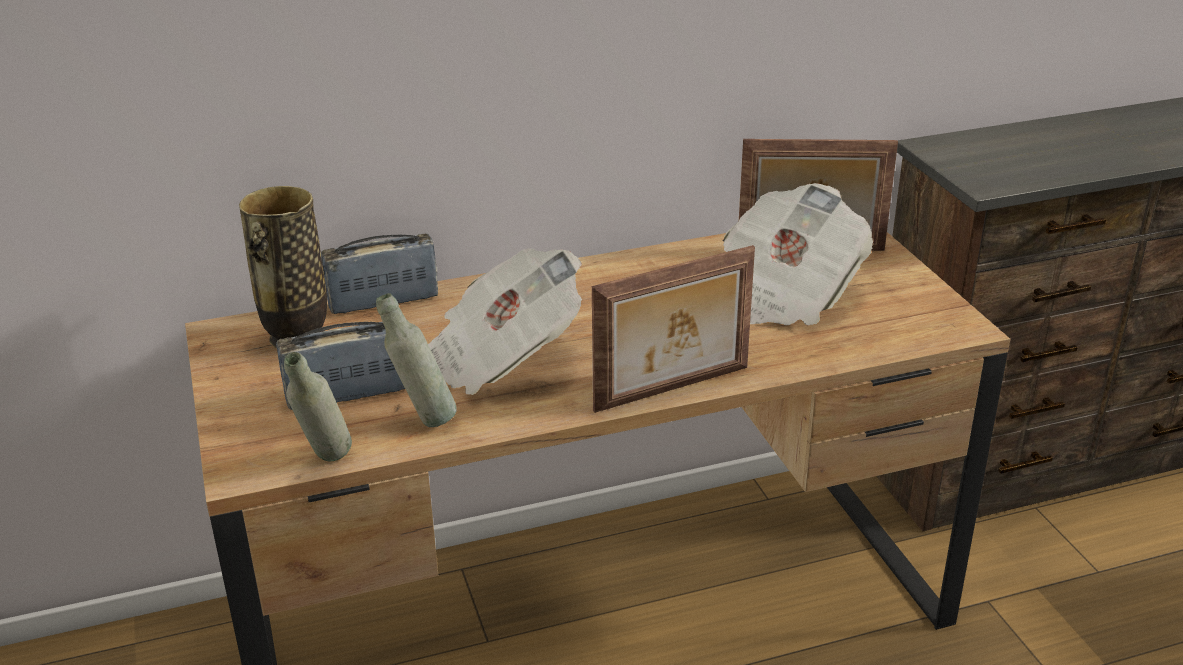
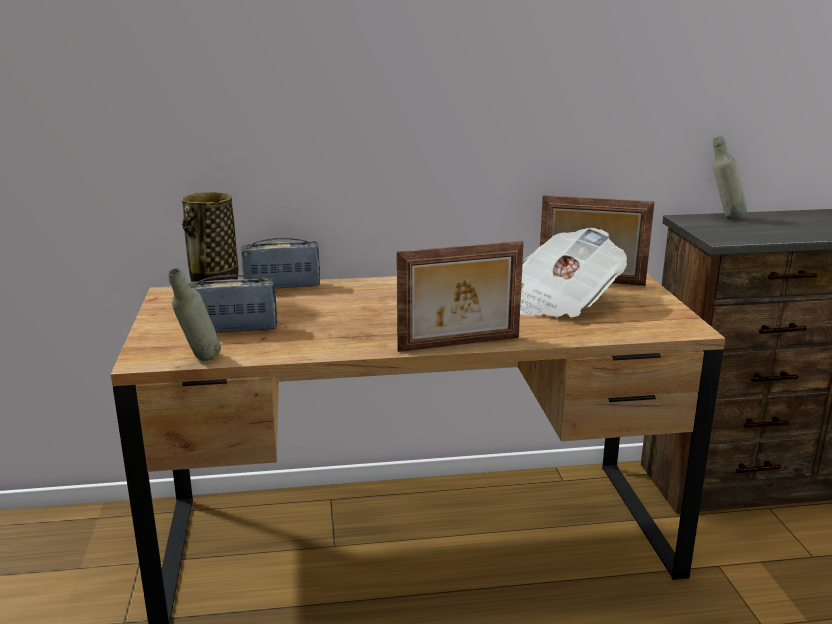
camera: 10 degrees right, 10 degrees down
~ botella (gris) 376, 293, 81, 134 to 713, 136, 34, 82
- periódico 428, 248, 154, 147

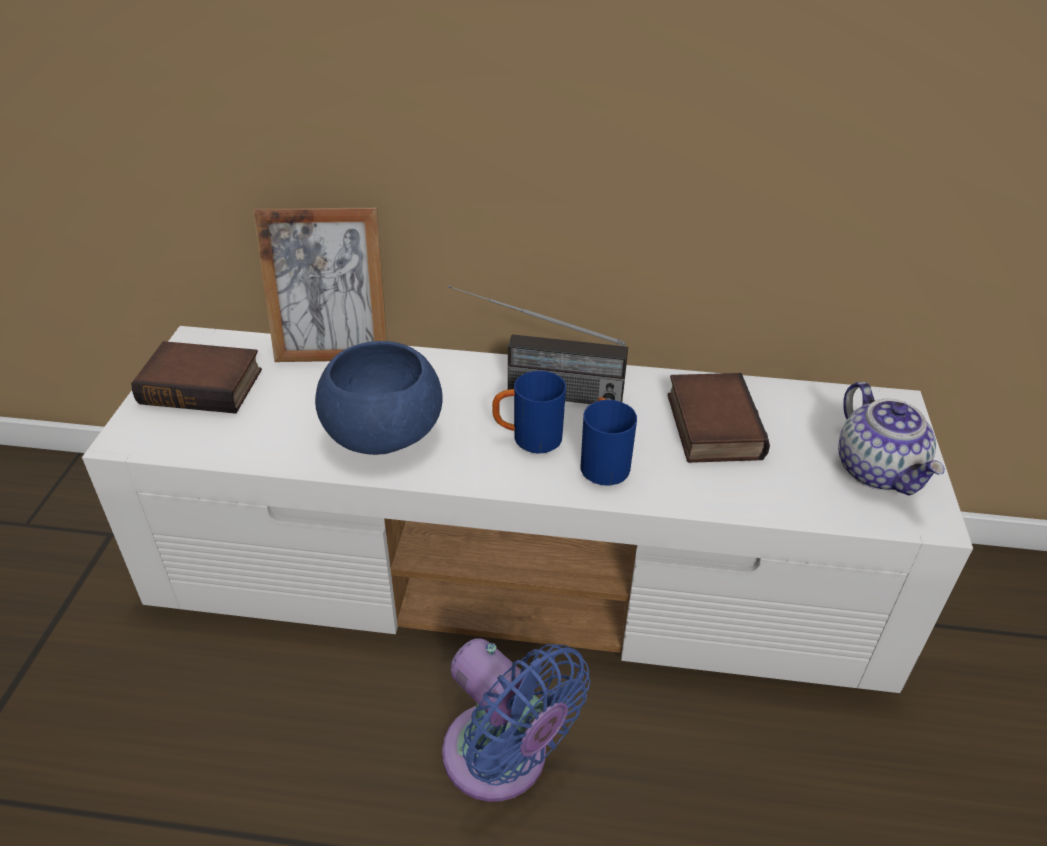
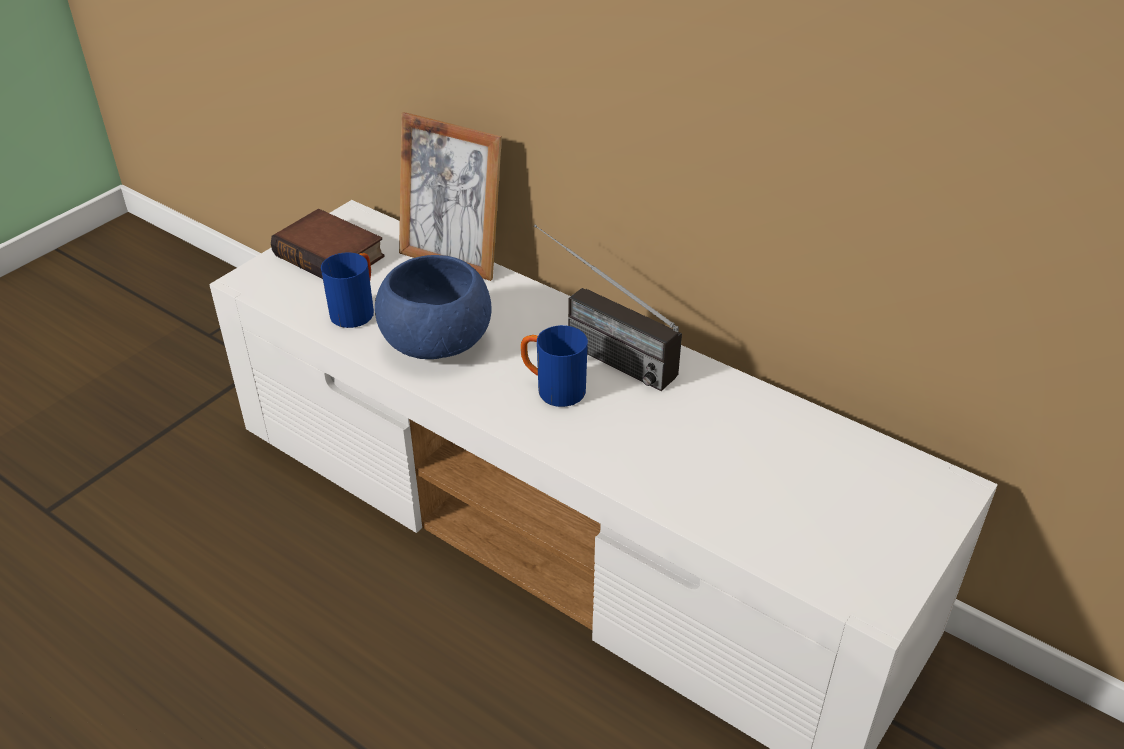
camera: 30 degrees right, 0 degrees up
~ taza grande (azul) 580, 397, 57, 88 to 321, 252, 53, 76
- ventilador (azul) 442, 639, 148, 163
- libro 668, 373, 102, 90
- tetera 838, 382, 107, 114

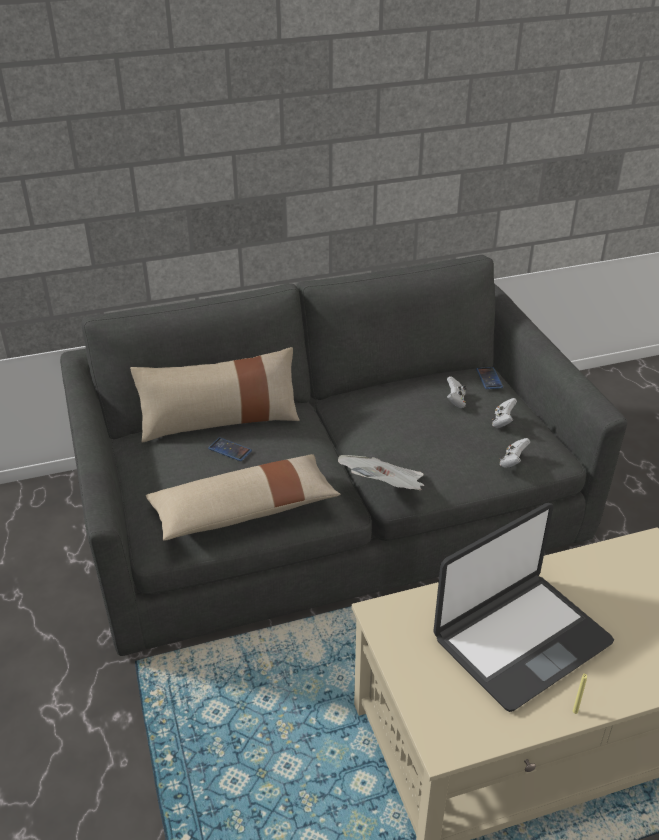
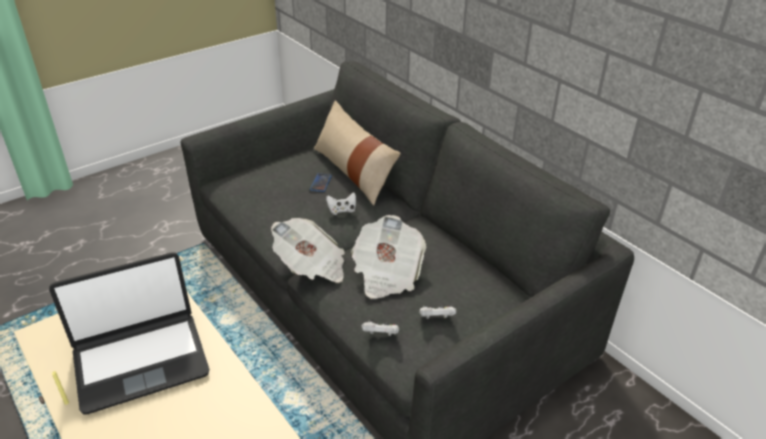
camera: 70 degrees right, 0 degrees up
~ portátil 433, 503, 181, 209 = 49, 252, 160, 162 60 degrees counterclockwise
~ mando de consola (blanco) 447, 376, 19, 32 to 326, 192, 30, 23
+ periódico 351, 215, 75, 84
- cojín (beis) 146, 454, 194, 87
- móvil 476, 367, 27, 22

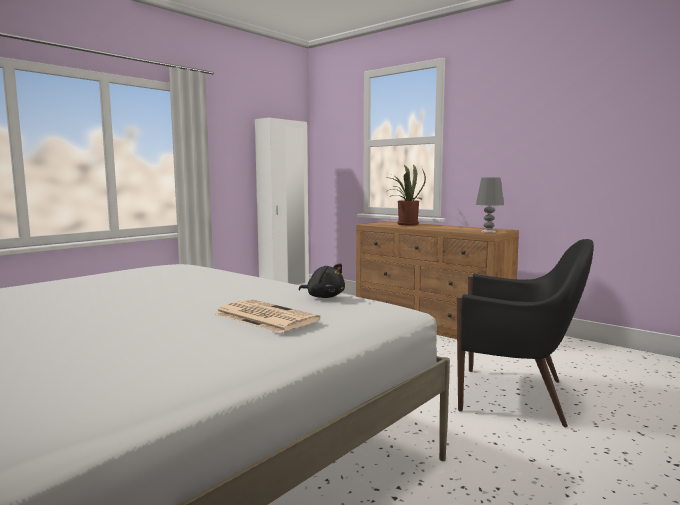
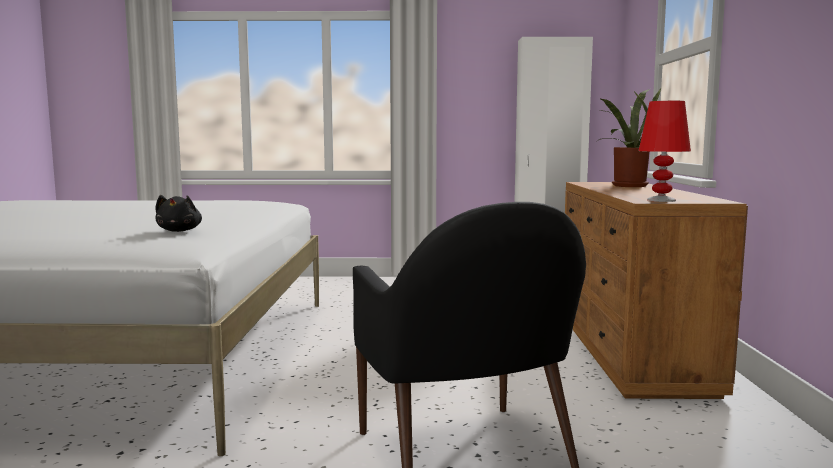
camera: 50 degrees right, 0 degrees up
~ lámpara de mesa (gris) 476, 177, 28, 56 to lámpara de mesa (rojo) 639, 101, 52, 101
- periódico 215, 299, 105, 34

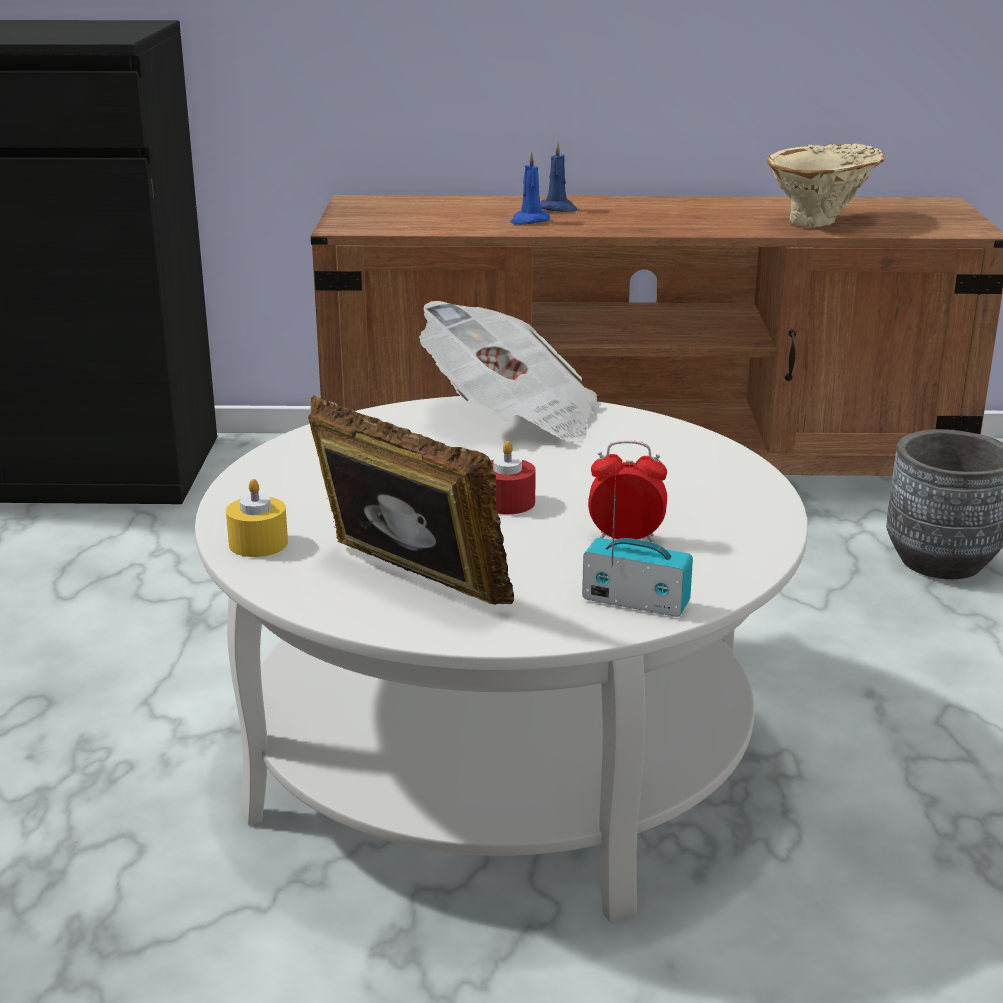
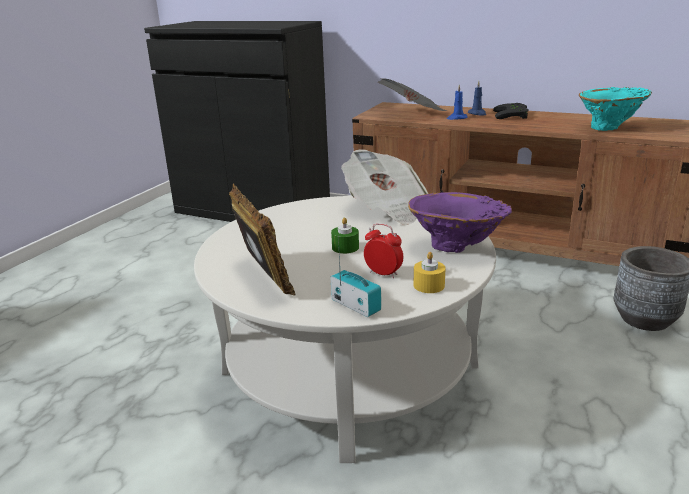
camera: 25 degrees right, 0 degrees up
~ vela (rojo) 491, 441, 45, 73 to vela (verde) 331, 218, 28, 36
+ periódico 378, 78, 69, 33
+ florero (morado) 408, 192, 104, 61
~ vela (amarillo) 226, 479, 62, 78 to 414, 252, 32, 41
+ mando de consola (negro) 493, 103, 36, 16
~ florero (beis) 767, 144, 118, 84 to florero (turquesa) 579, 87, 73, 44

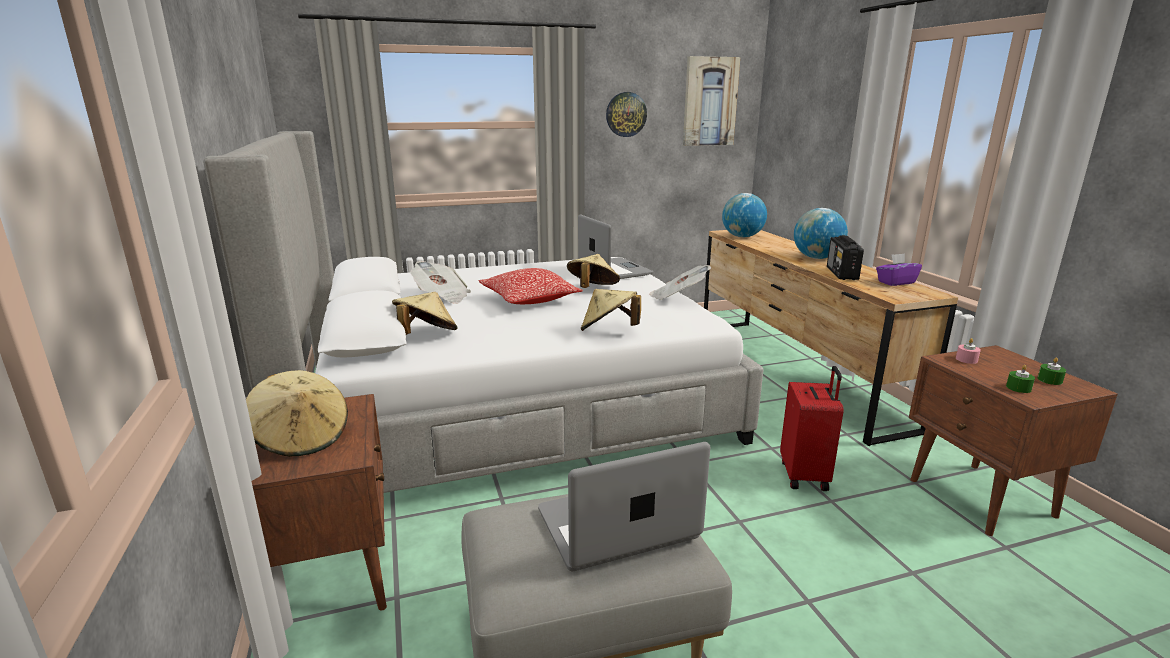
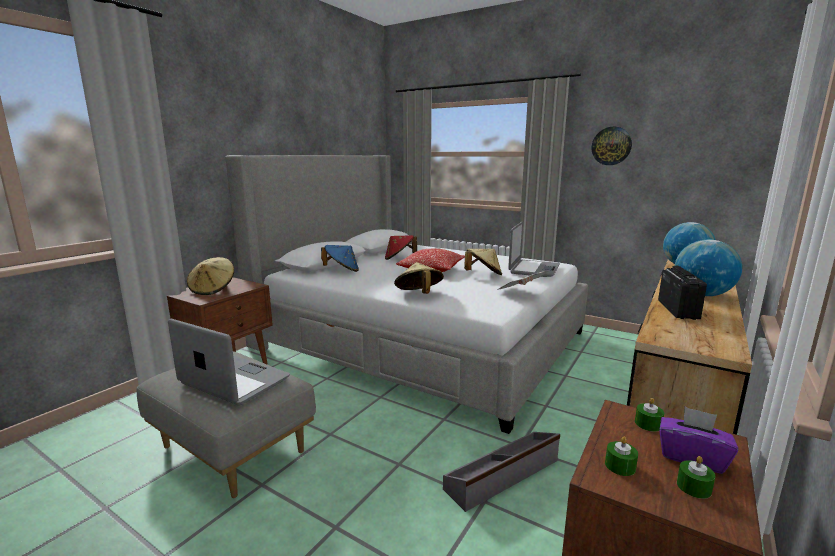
camera: 50 degrees right, 5 degrees down
~ sombrero (beis) 392, 292, 66, 43 to sombrero (azul) 321, 245, 38, 27
~ periódico 410, 261, 61, 43 to sombrero (rojo) 385, 235, 32, 25
~ maleta (rojo) 780, 366, 64, 125 to caja de almacenaje (gris) 443, 432, 117, 80
~ vela (rosa) 956, 338, 25, 26 to vela (verde) 635, 398, 29, 34
~ radio 827, 235, 37, 45 = 658, 266, 49, 54 135 degrees clockwise
~ caja de pañuelos (morado) 876, 253, 46, 33 to 659, 406, 79, 68
- cuadro 683, 56, 57, 90

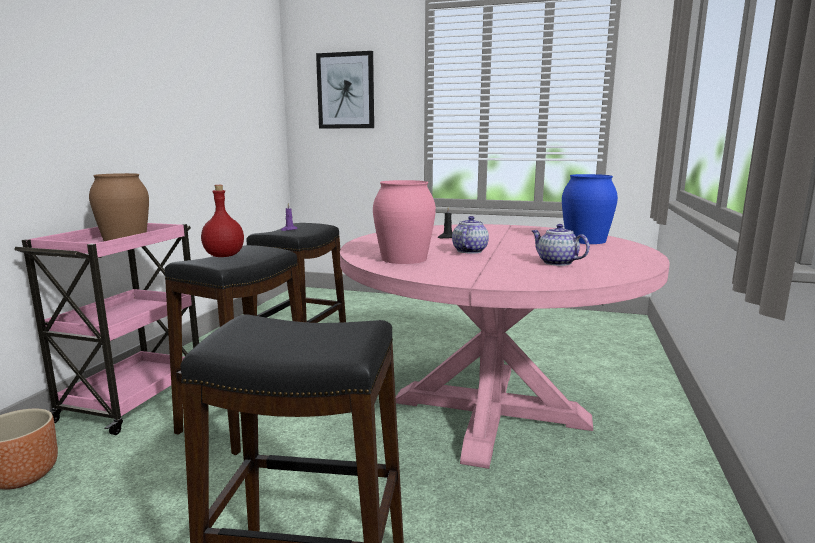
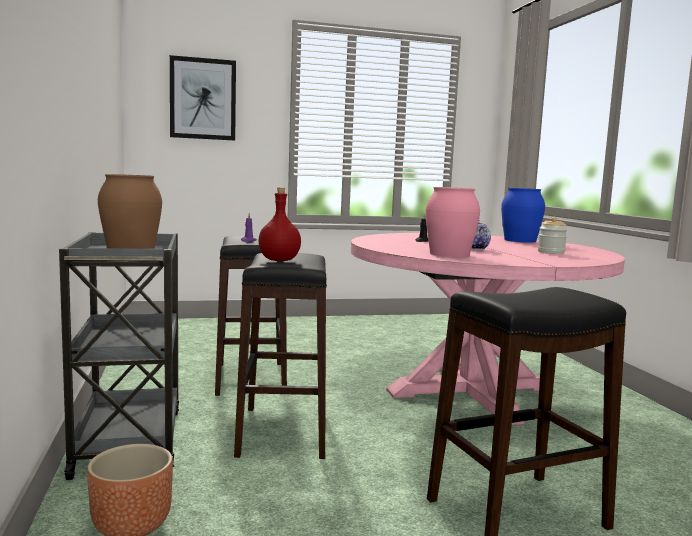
camera: 30 degrees left, 5 degrees down
~ carrito (rosa) 14, 223, 185, 212 to carrito (gris) 59, 232, 120, 248
~ tetera 531, 224, 59, 42 to tarro 538, 217, 29, 37

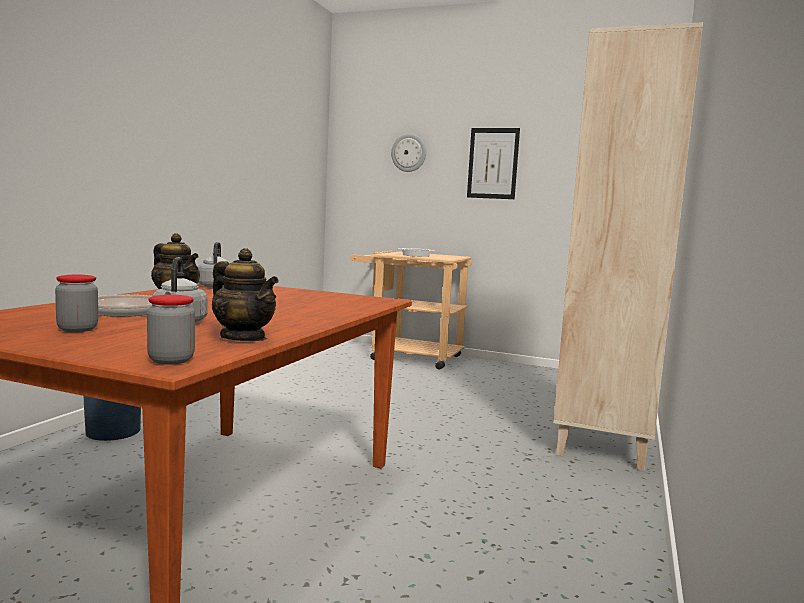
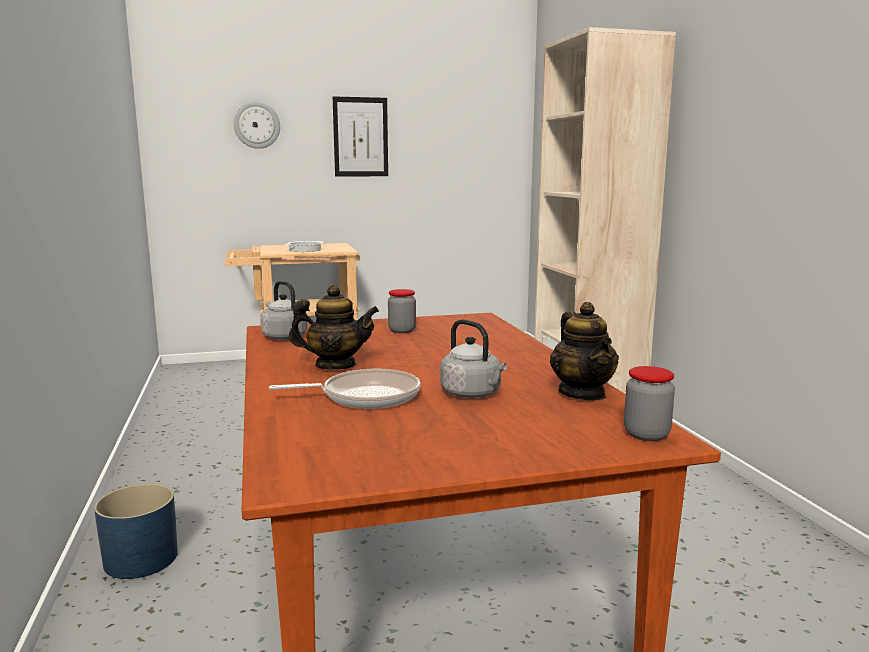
camera: 35 degrees left, 5 degrees up
~ tarro 55, 275, 43, 57 to 388, 289, 28, 44
~ tetera 212, 248, 67, 93 = 550, 302, 69, 98 75 degrees clockwise

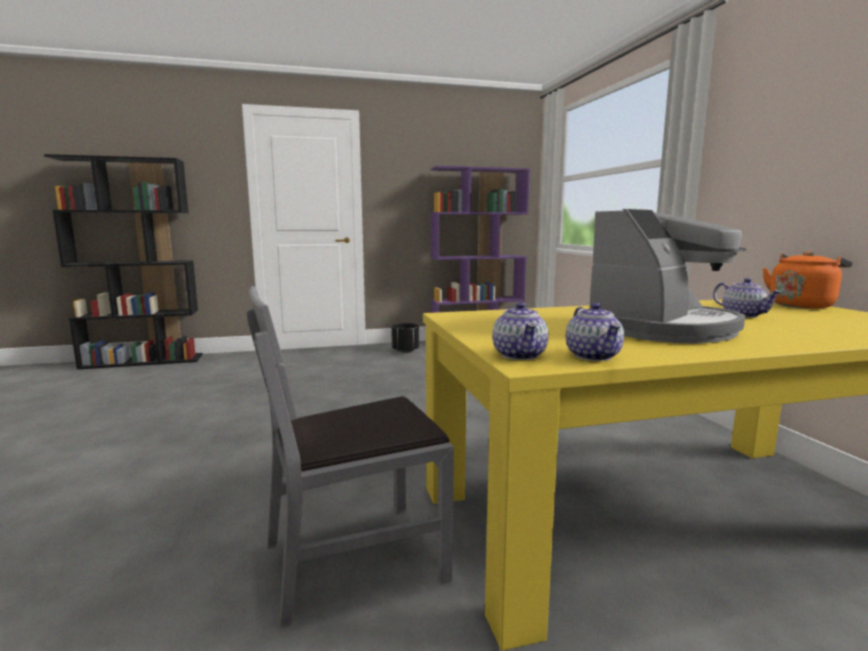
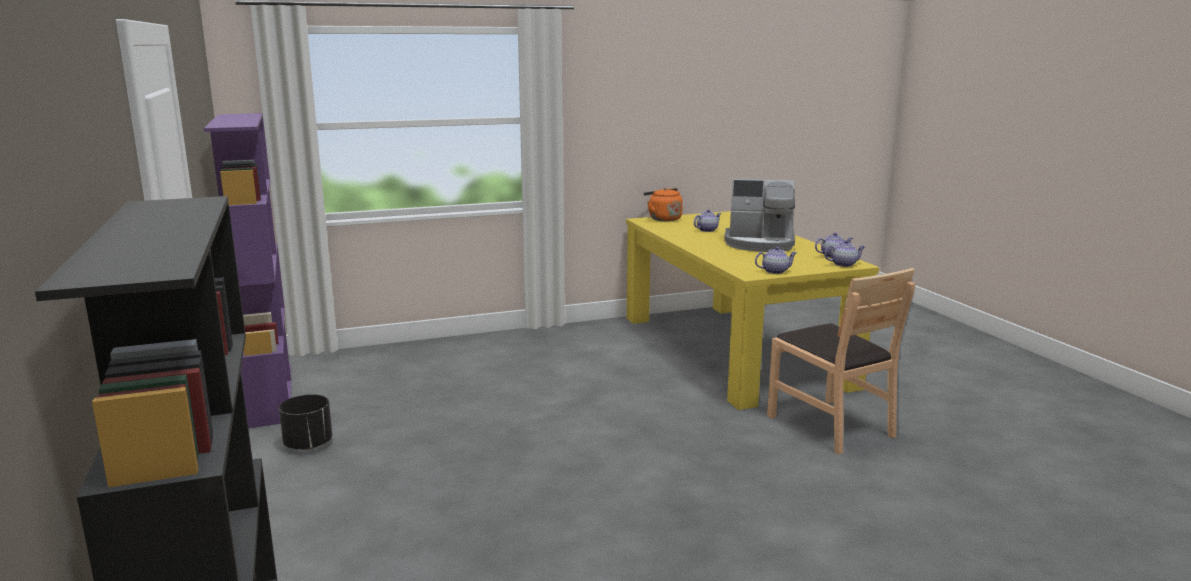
camera: 95 degrees left, 5 degrees up
~ cafetera 589, 209, 157, 135 = 724, 179, 71, 73 150 degrees clockwise
+ tetera 755, 247, 42, 27
~ silla (gris) 246, 286, 208, 341 to silla (marrón) 767, 268, 148, 186

